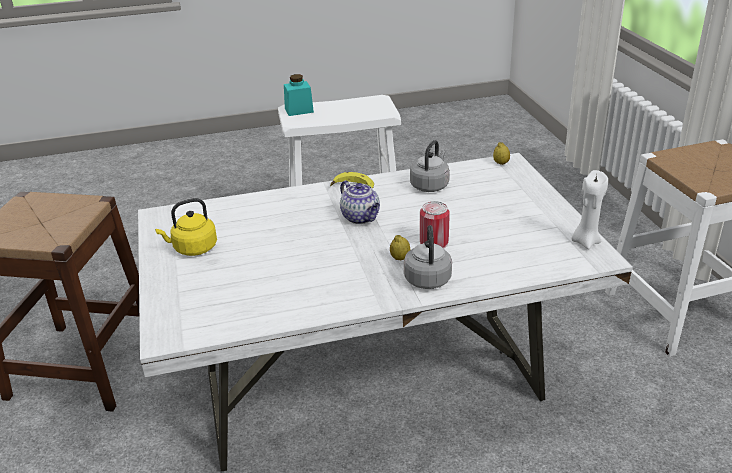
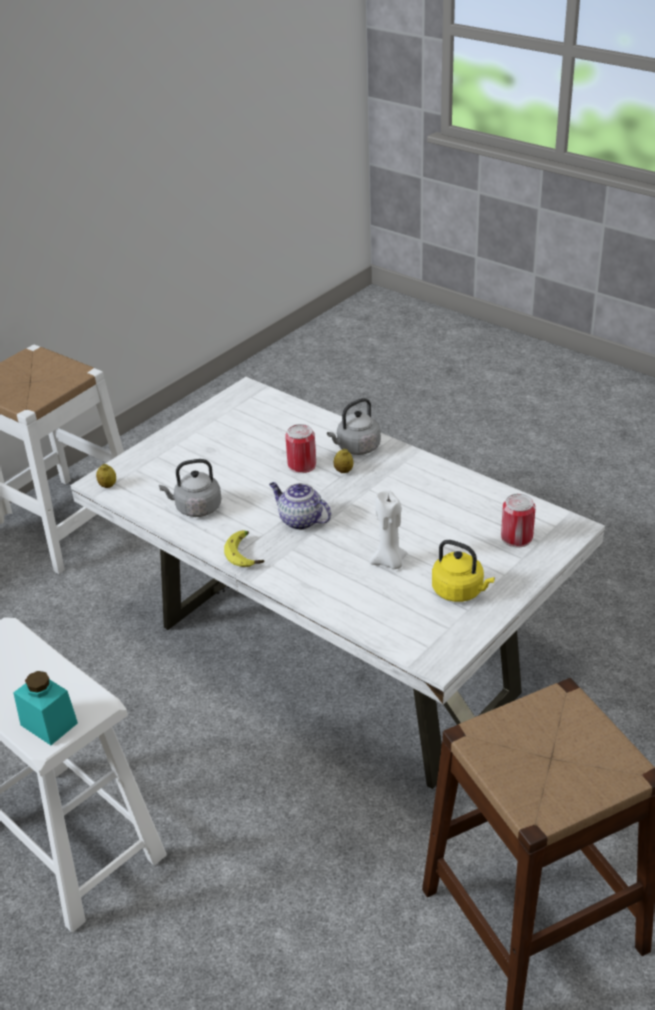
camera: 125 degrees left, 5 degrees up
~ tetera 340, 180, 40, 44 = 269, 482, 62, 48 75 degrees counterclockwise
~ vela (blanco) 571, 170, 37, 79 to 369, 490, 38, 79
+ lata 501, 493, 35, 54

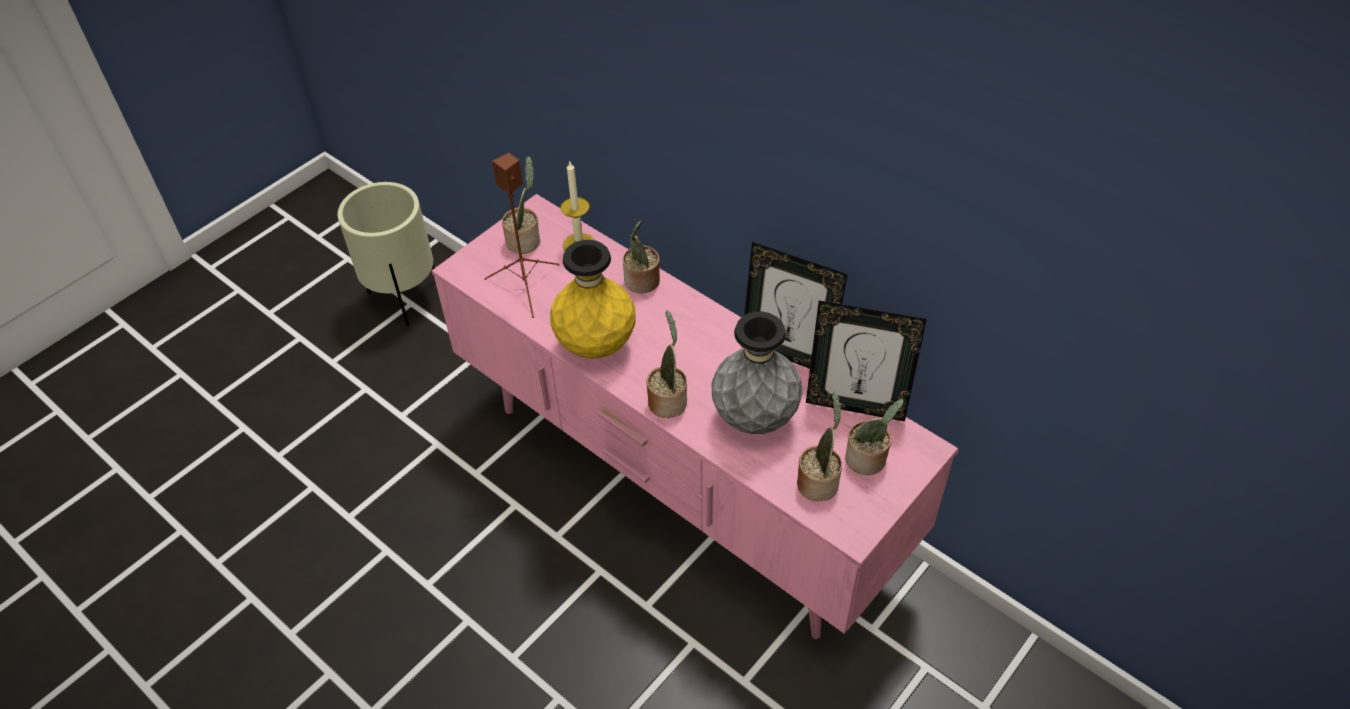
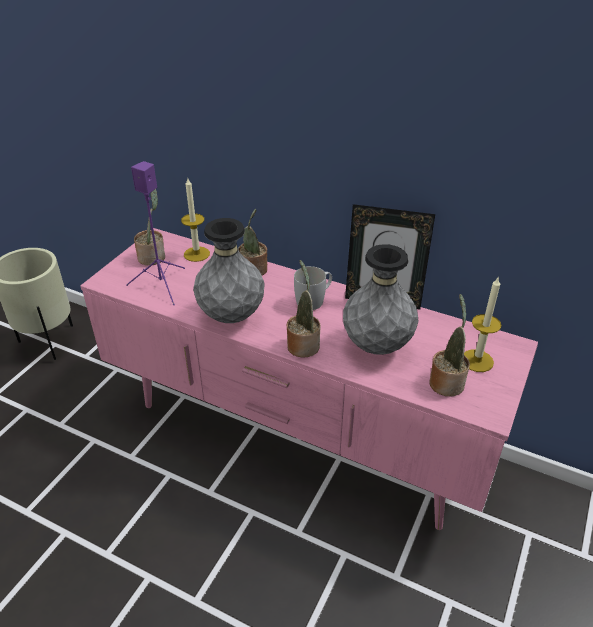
camera: 15 degrees left, 10 degrees down
~ altavoz (marrón) 484, 153, 76, 165 to altavoz (morado) 126, 161, 59, 144
~ florero (amarillo) 550, 240, 86, 119 to florero (gris) 193, 218, 72, 105
+ taza grande (blanco) 294, 266, 38, 44
~ planta en maceta 845, 399, 59, 76 to vela 464, 278, 37, 94
- portarretratos 806, 301, 121, 121

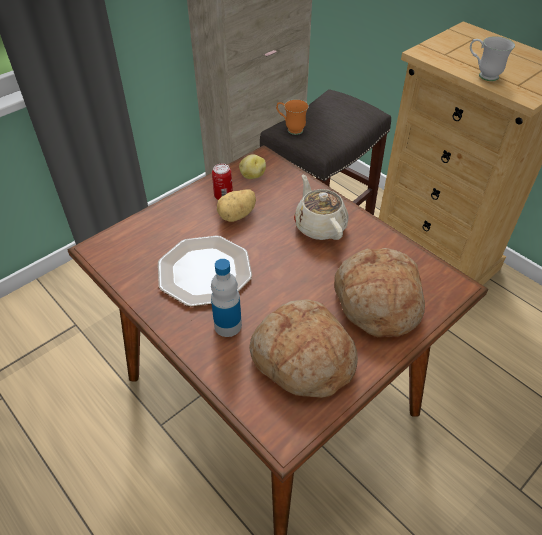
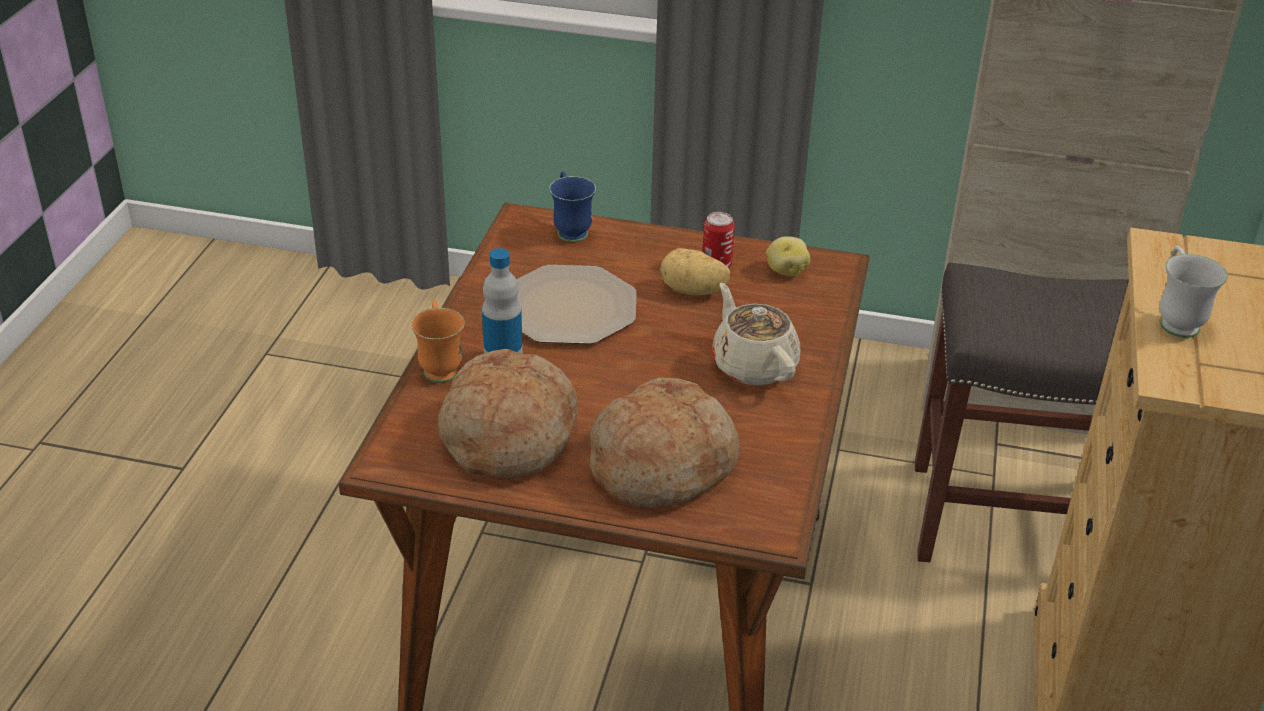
camera: 55 degrees right, 10 degrees down
~ taza grande (naranja) 276, 99, 33, 36 to 411, 300, 54, 83
+ taza grande (azul) 549, 171, 47, 71
~ tetera (beis) 294, 175, 54, 65 = 712, 283, 88, 102 60 degrees counterclockwise

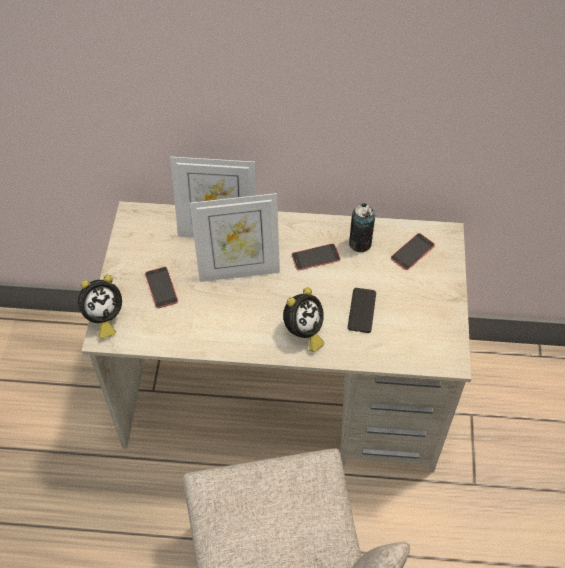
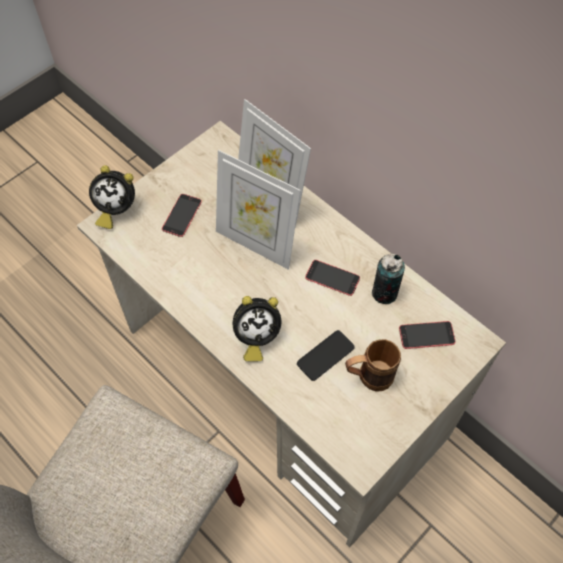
camera: 40 degrees right, 5 degrees up
+ taza grande (marrón) 345, 339, 56, 52

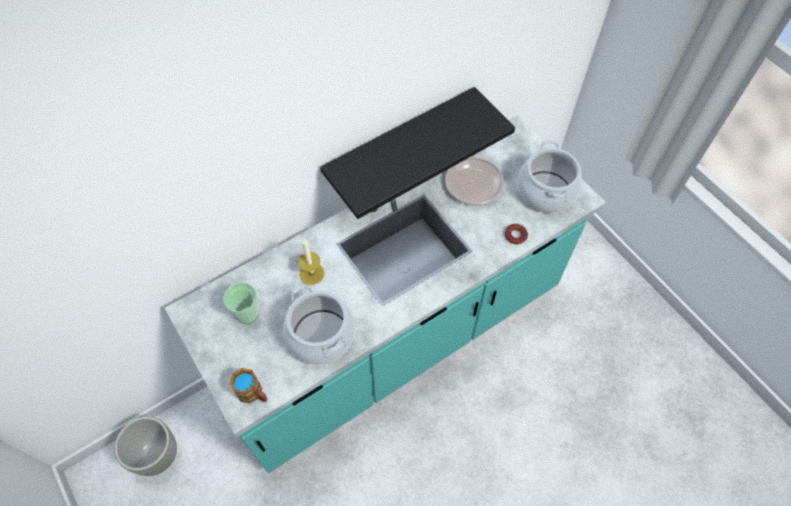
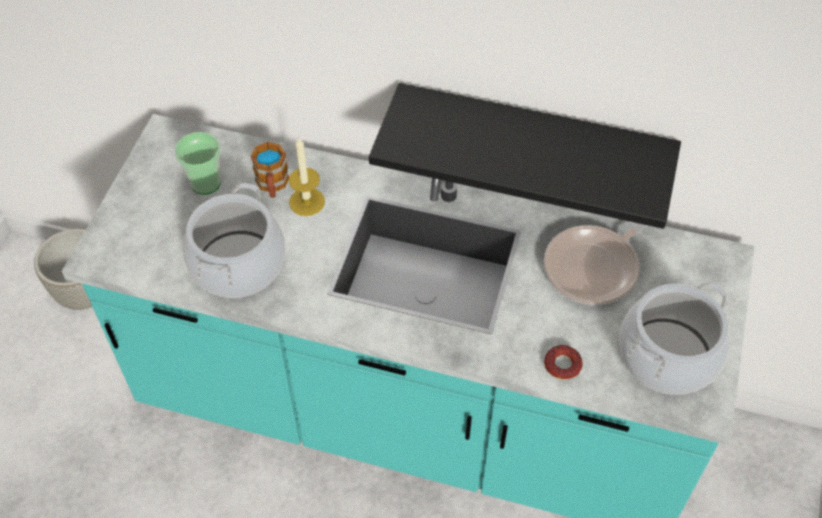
camera: 50 degrees right, 5 degrees down
~ taza grande 229, 368, 38, 35 to 251, 142, 38, 56

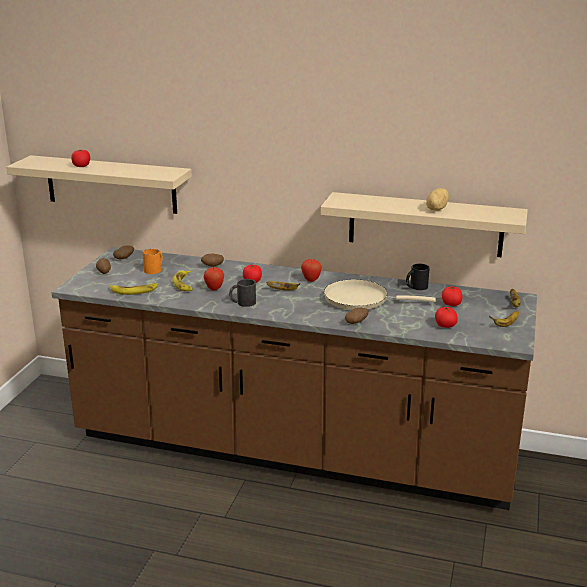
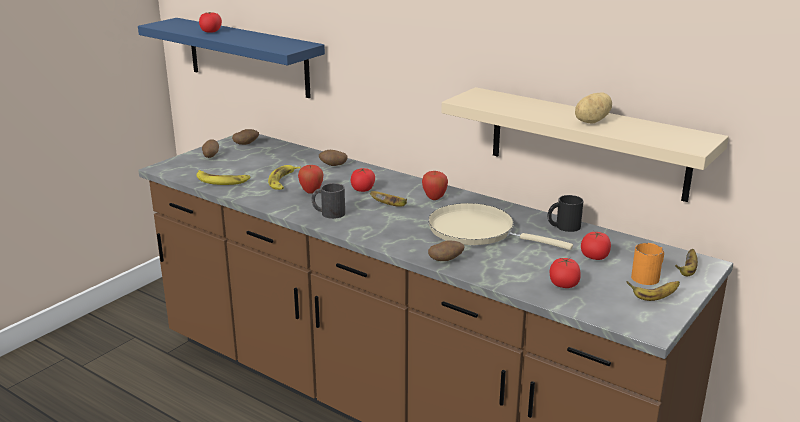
camera: 20 degrees right, 0 degrees up
~ estante (beis) 6, 155, 186, 59 to estante (azul) 138, 18, 187, 80
~ taza grande (naranja) 142, 249, 21, 25 to 631, 243, 33, 42

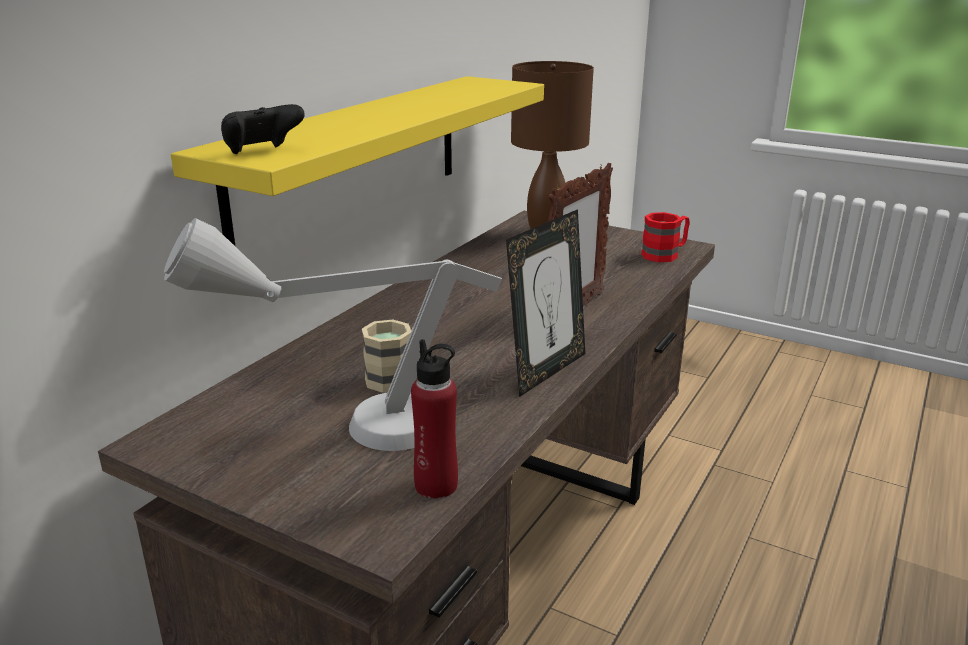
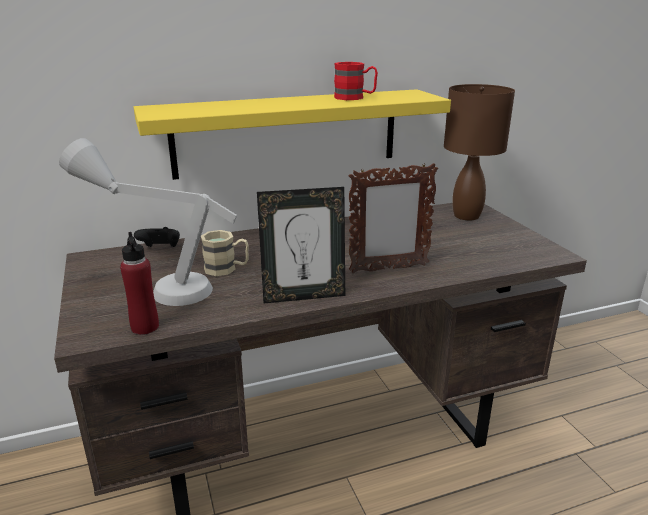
camera: 40 degrees right, 0 degrees up
~ mando de consola (negro) 221, 104, 84, 50 to 134, 227, 46, 20
~ taza grande (rojo) 641, 212, 49, 50 to 334, 62, 44, 38

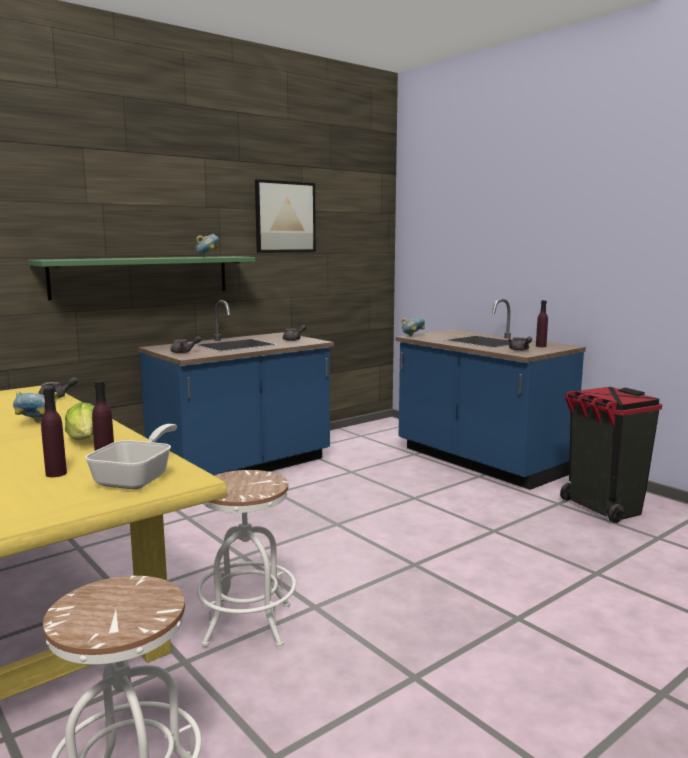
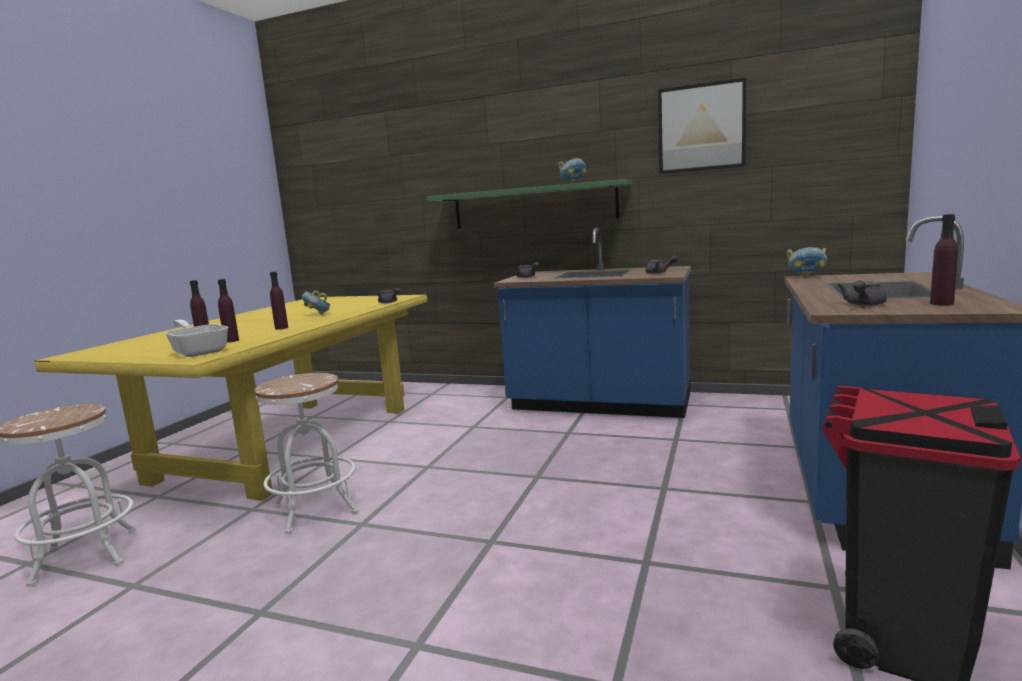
camera: 60 degrees right, 0 degrees up
~ sartén 85, 424, 92, 66 = 165, 320, 64, 37 120 degrees counterclockwise
~ lechuga 65, 402, 29, 38 to botella (morado) 270, 272, 18, 58

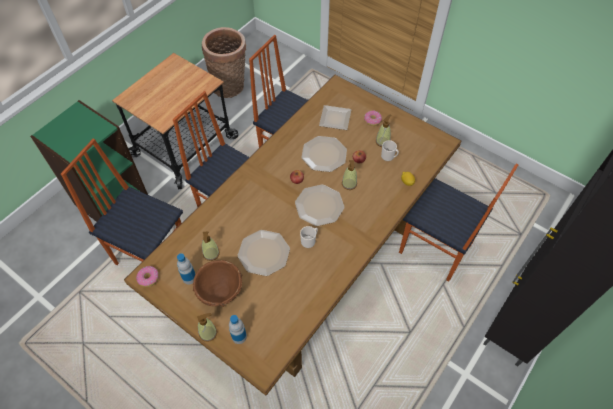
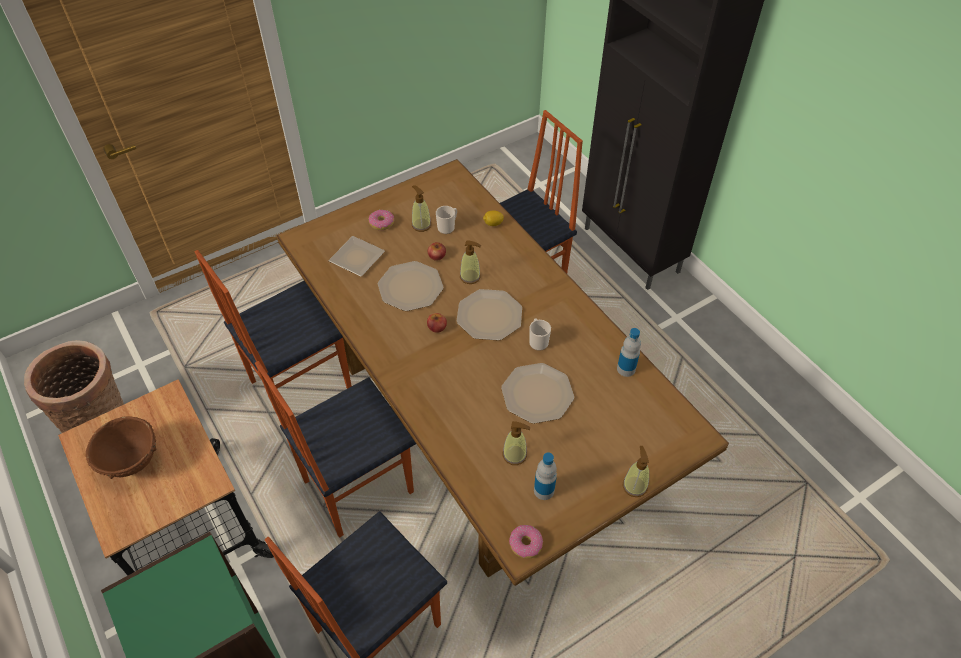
camera: 70 degrees left, 5 degrees down
~ cuenco (marrón) 192, 260, 50, 47 to 86, 416, 70, 63
~ botella 229, 315, 18, 29 to 617, 328, 24, 49

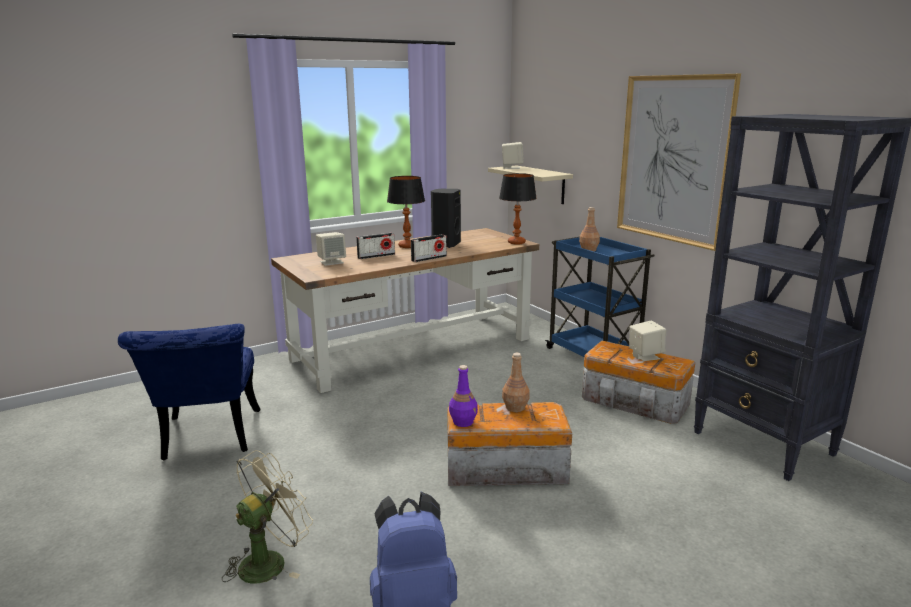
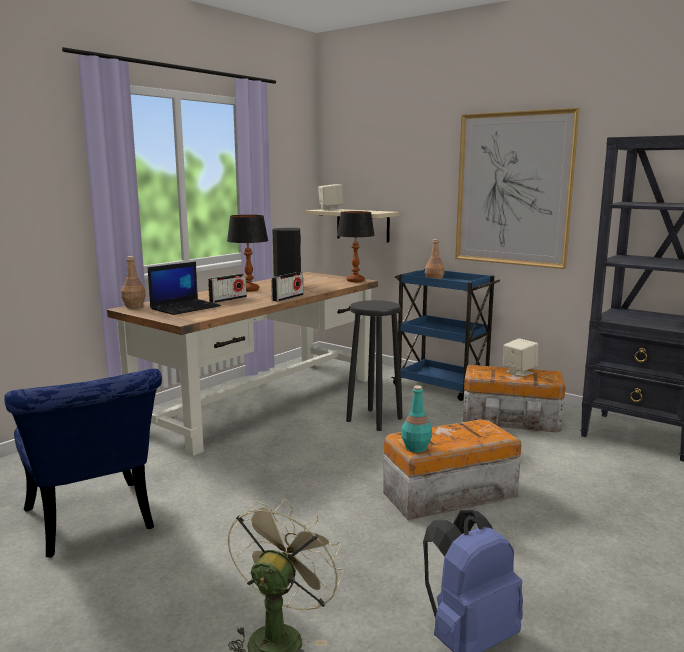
camera: 20 degrees left, 5 degrees down
~ botella (marrón) 502, 353, 28, 59 to 121, 256, 25, 52
~ altavoz (beis) 316, 232, 30, 34 to portátil 148, 262, 73, 53
+ taburete (negro) 346, 300, 57, 131
~ botella (morado) 449, 365, 29, 62 to botella (turquesa) 401, 385, 31, 68

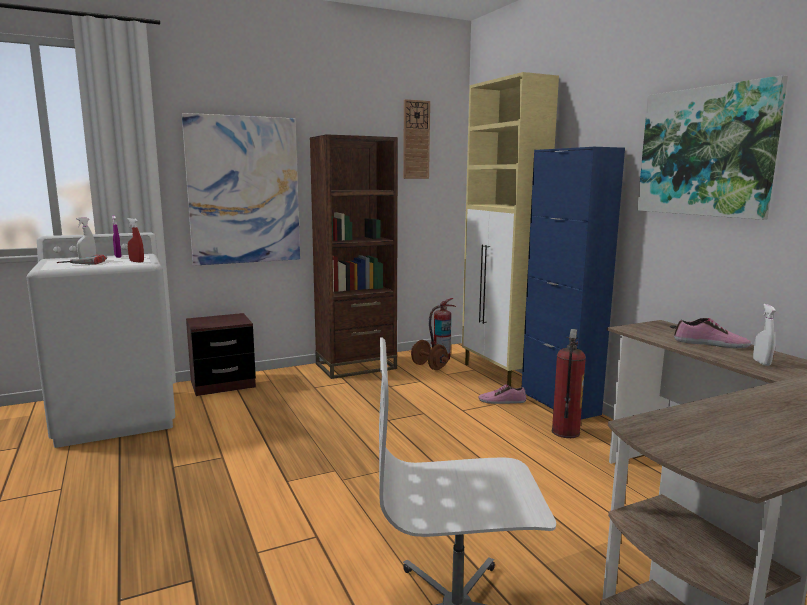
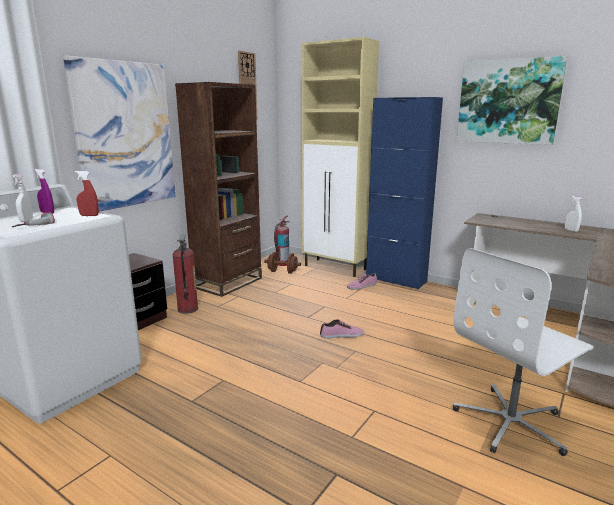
camera: 30 degrees left, 5 degrees up
~ extintor 552, 329, 34, 109 to 173, 234, 25, 80
~ zapato 674, 318, 77, 30 to 320, 319, 44, 19

